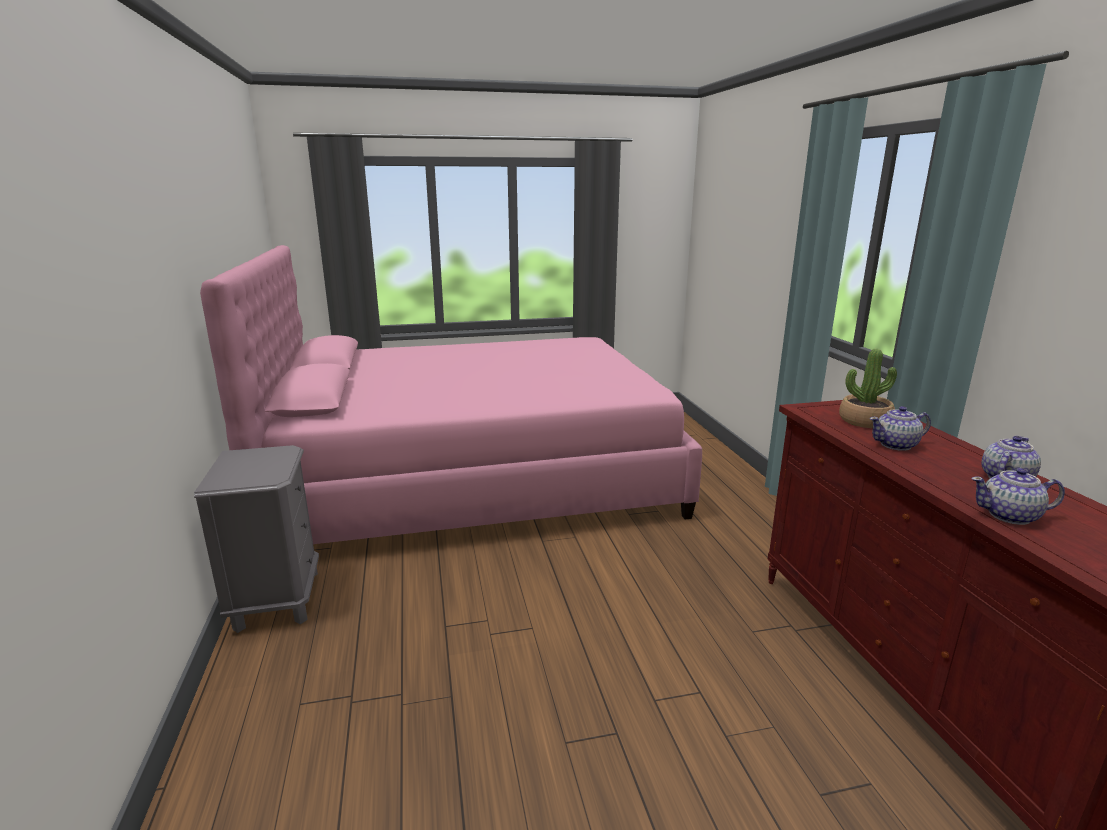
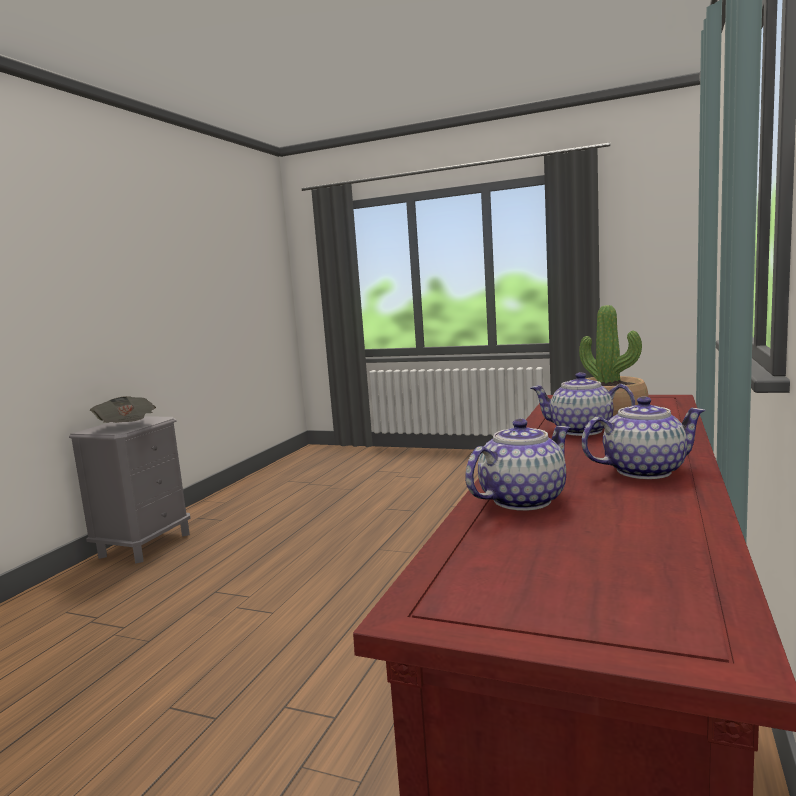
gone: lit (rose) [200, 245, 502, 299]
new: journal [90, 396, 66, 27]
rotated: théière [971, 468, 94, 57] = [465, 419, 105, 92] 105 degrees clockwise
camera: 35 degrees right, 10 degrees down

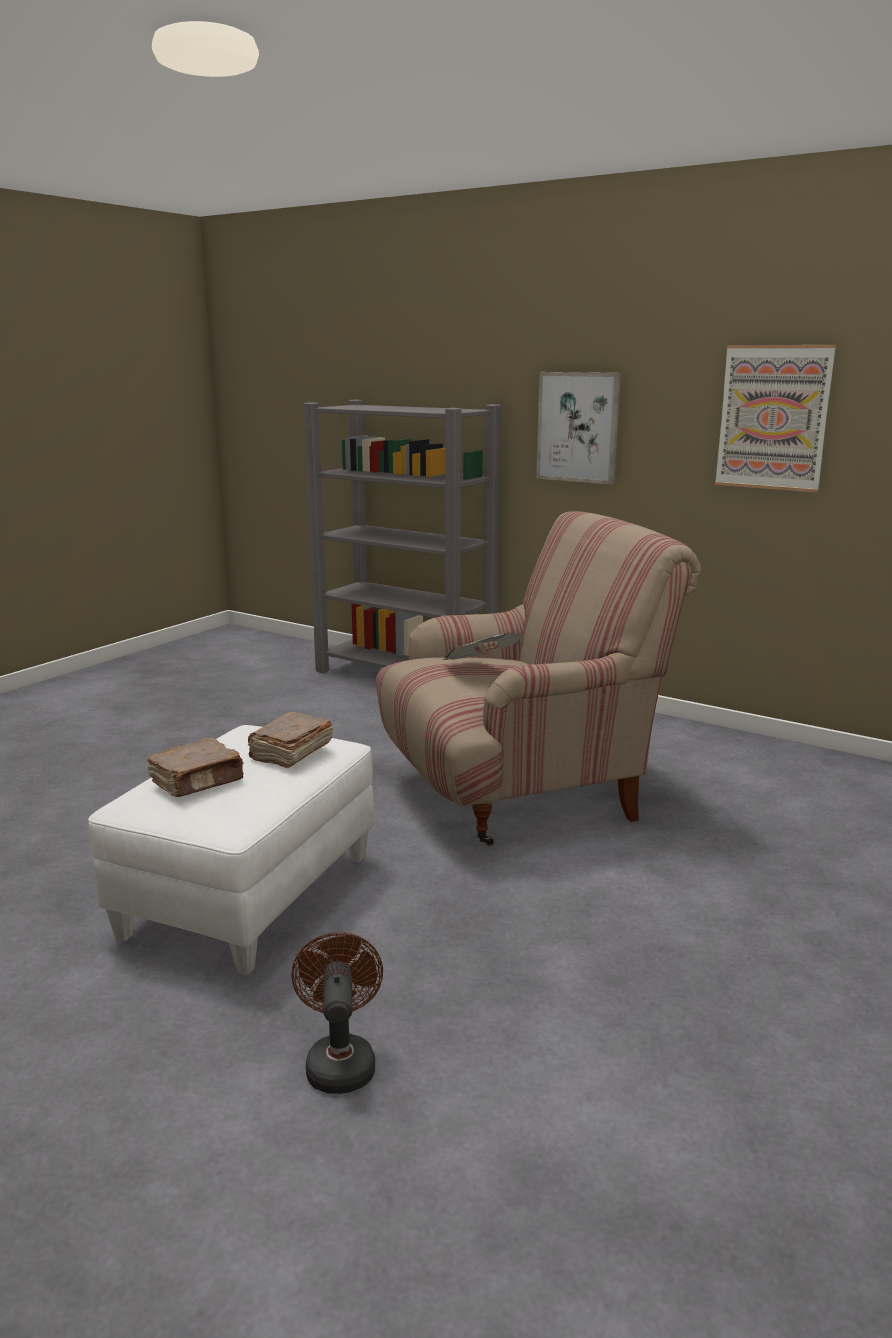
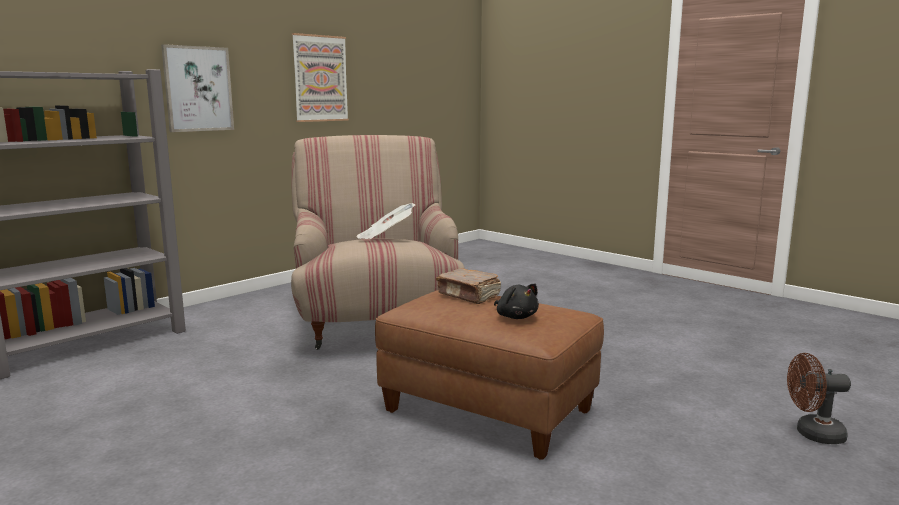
shifted: ventilateur (marron) [291, 932, 92, 162] to [787, 353, 64, 91]
swapped: livre (marron) [147, 738, 97, 59] to peluche (noir) [494, 284, 45, 35]
repainted: pouf (blanc) [88, 725, 286, 251] to pouf (marron) [375, 290, 229, 170]
camera: 80 degrees left, 5 degrees down

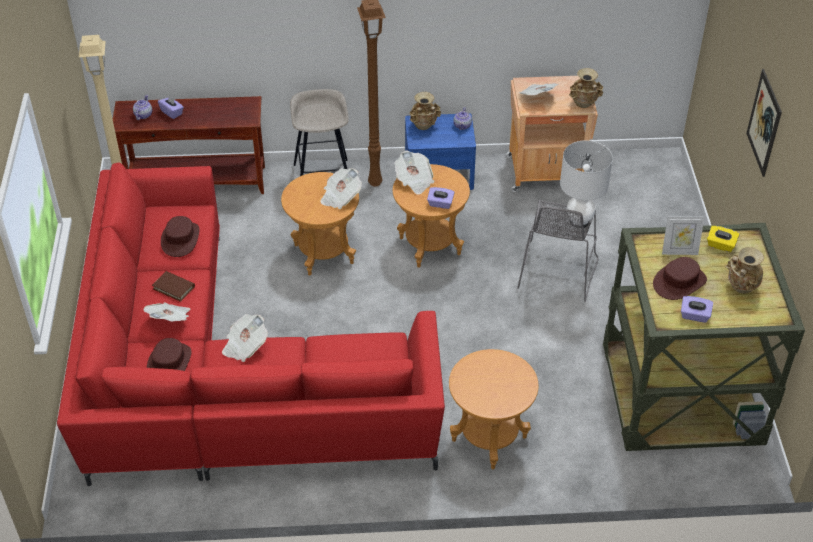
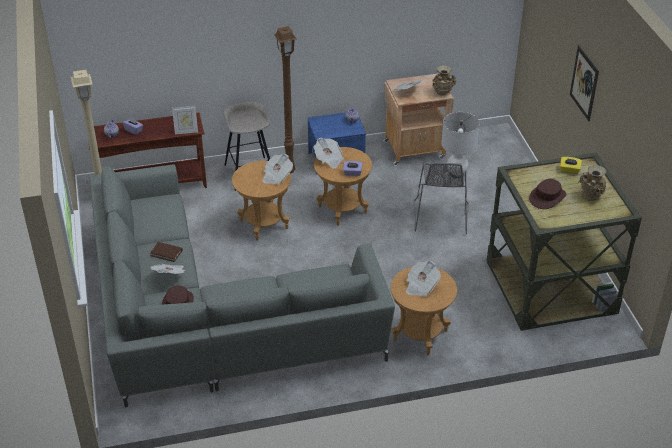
gone: chapeau (marron) [161, 216, 39, 41]; vase (beige) [410, 92, 31, 38]; boîte à mouchoirs (violet) [681, 296, 32, 27]
shifted: cadre photo [662, 216, 43, 39] to [172, 106, 26, 28]; journal [222, 314, 46, 48] to [406, 261, 35, 36]
repainted: canapé (rouge) [57, 162, 388, 324] to canapé (gris) [90, 164, 305, 244]
camera: 10 degrees left, 5 degrees down

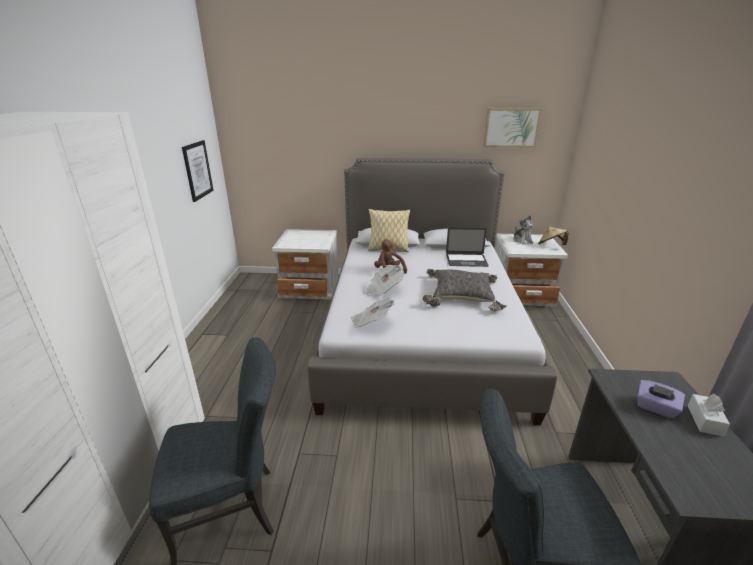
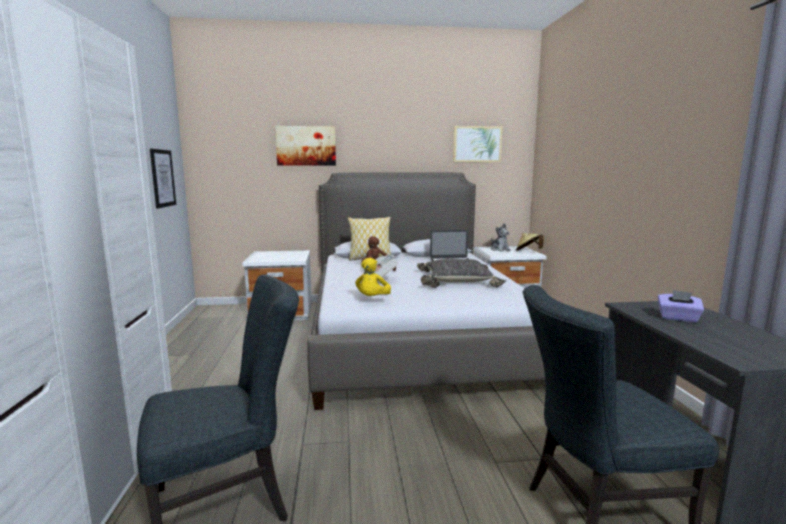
gone: boîte à mouchoirs (blanc) [688, 393, 42, 44]
new: tableau [275, 126, 61, 40]
swapped: journal [351, 298, 44, 30] to peluche (jaune) [355, 258, 36, 38]
camera: 10 degrees left, 15 degrees down

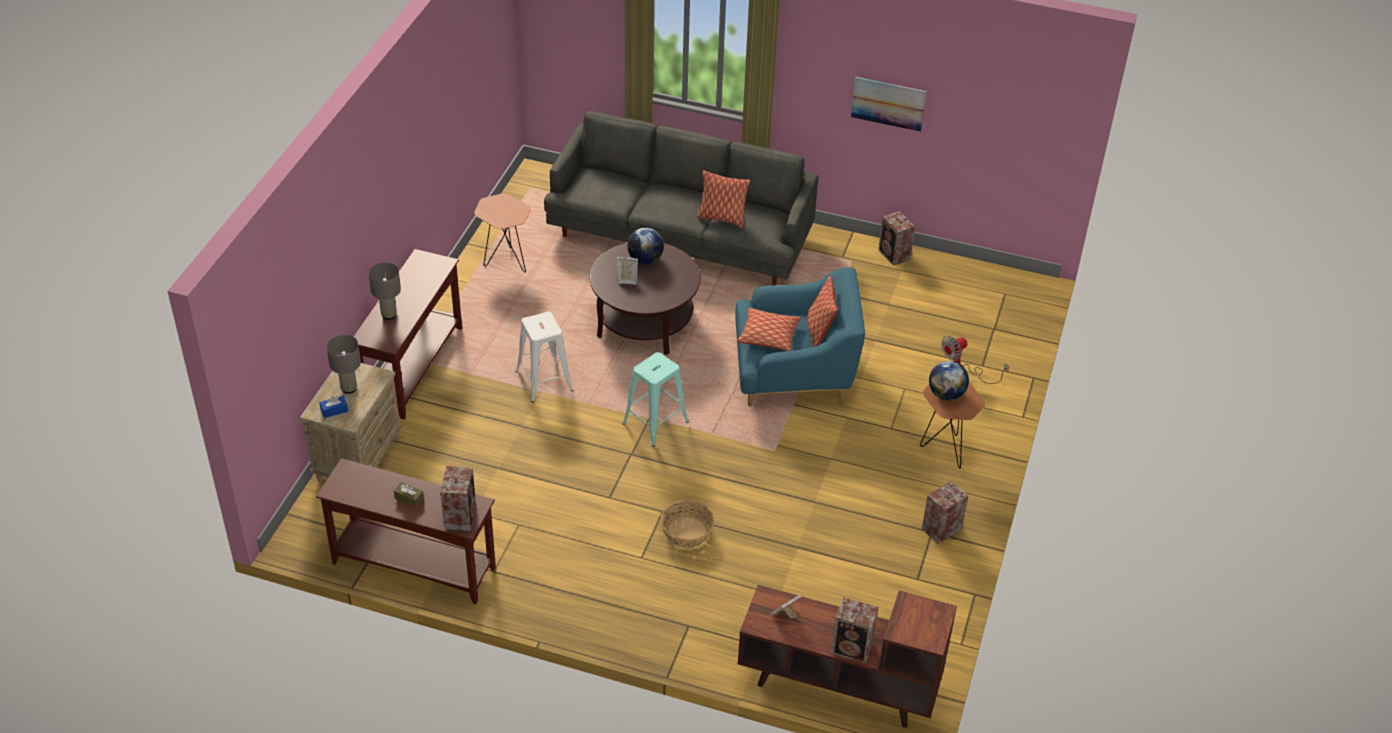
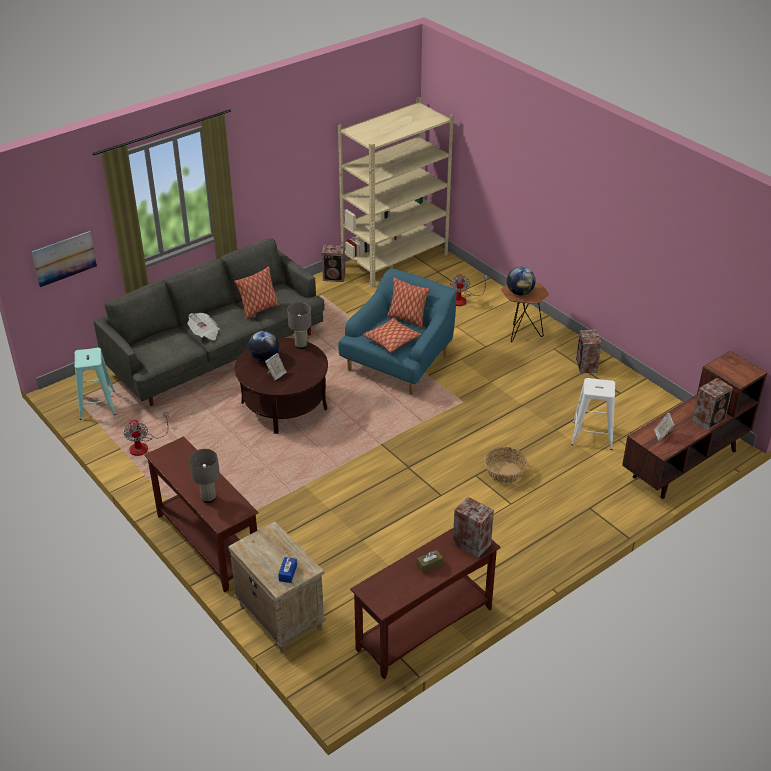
new: journal [188, 313, 32, 28]; bibliothèque (beige) [338, 97, 115, 191]
shifted: tableau [851, 77, 76, 55] to [32, 231, 65, 56]; tabouret (turquoise) [622, 352, 66, 95] to [74, 348, 42, 72]; lampe de table (gris) [327, 335, 34, 59] to [287, 303, 24, 46]; tabouret (blanc) [516, 312, 57, 90] to [571, 378, 44, 72]
swapped: table d'appoint (marron) [474, 194, 57, 79] to ventilateur [124, 412, 45, 44]
camera: 55 degrees left, 5 degrees down

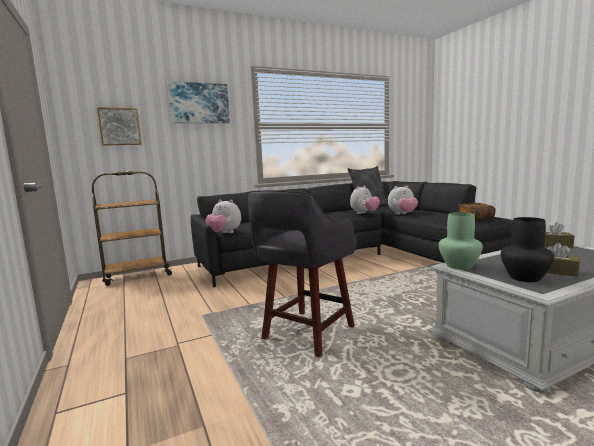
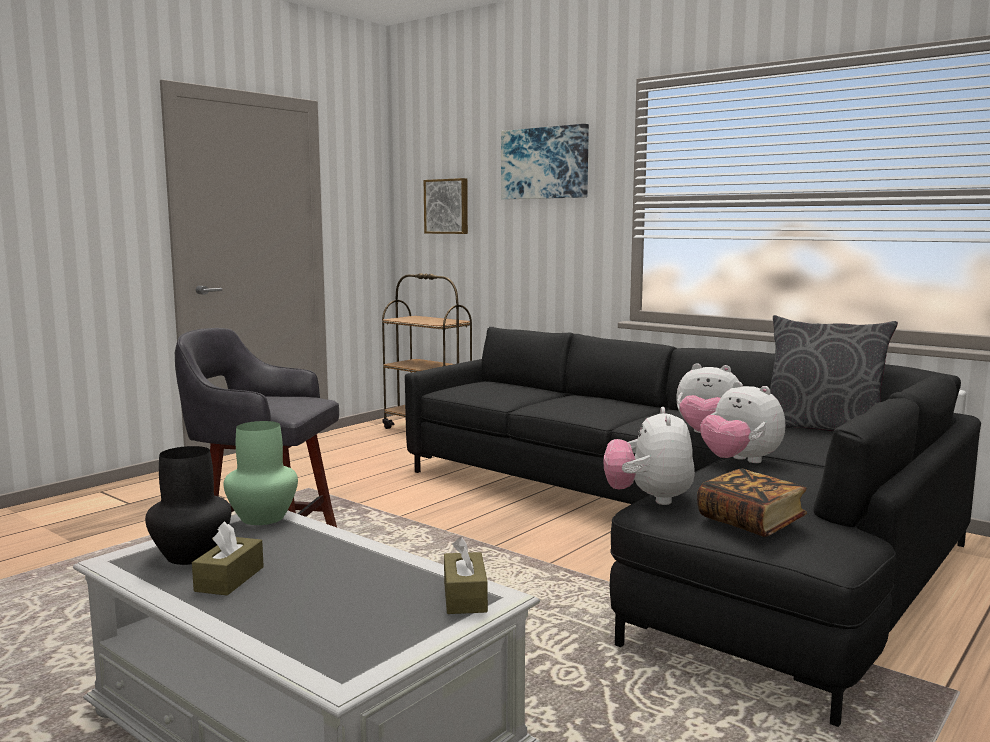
shifted: peluche [205, 200, 36, 33] to [604, 407, 91, 98]
camera: 65 degrees right, 0 degrees up

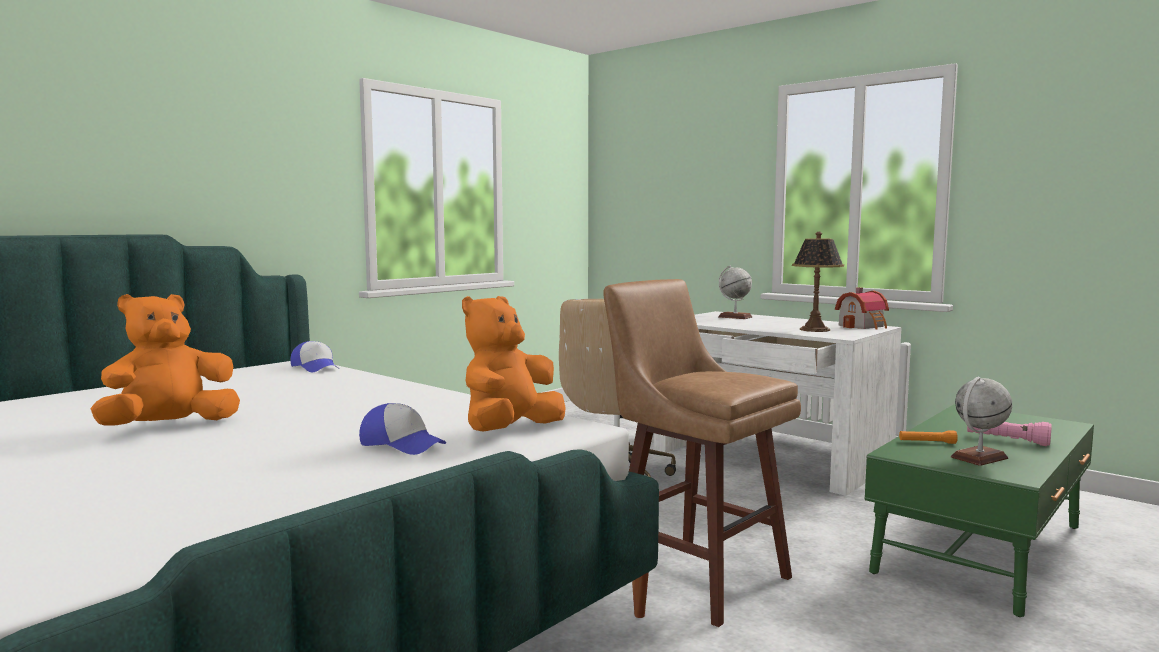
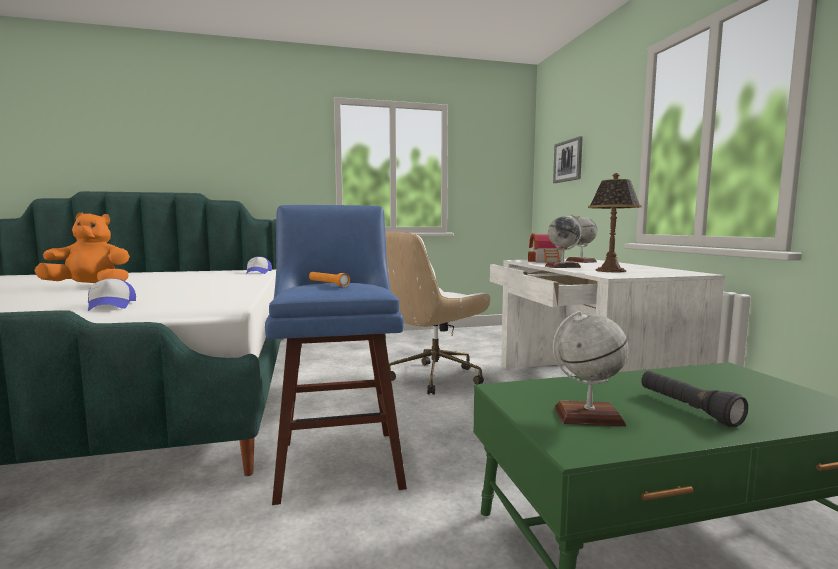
gone: peluche (orange) [462, 296, 104, 135]
new: globe [545, 214, 37, 54]; tableau [553, 136, 30, 47]
shifted: lampe de poche (orange) [899, 430, 59, 14] to [309, 272, 41, 15]; maison miniature [835, 287, 54, 43] to [528, 233, 39, 30]
repainted: tabouret (marron) [603, 279, 198, 348] to tabouret (bleu) [265, 205, 142, 300]; lampe de poche (rose) [967, 422, 85, 24] to lampe de poche (noir) [641, 371, 107, 56]
camera: 35 degrees right, 0 degrees up

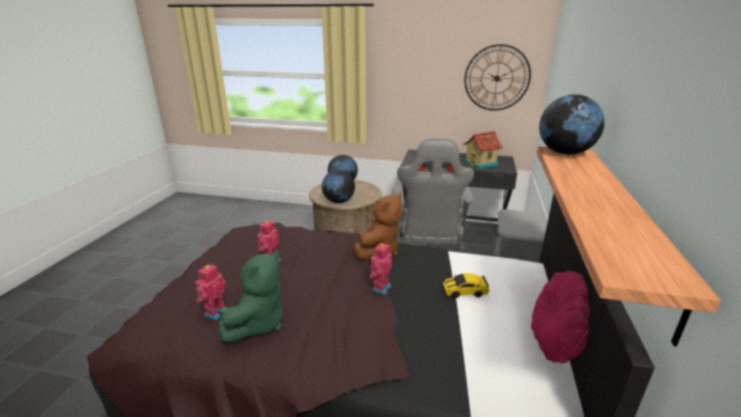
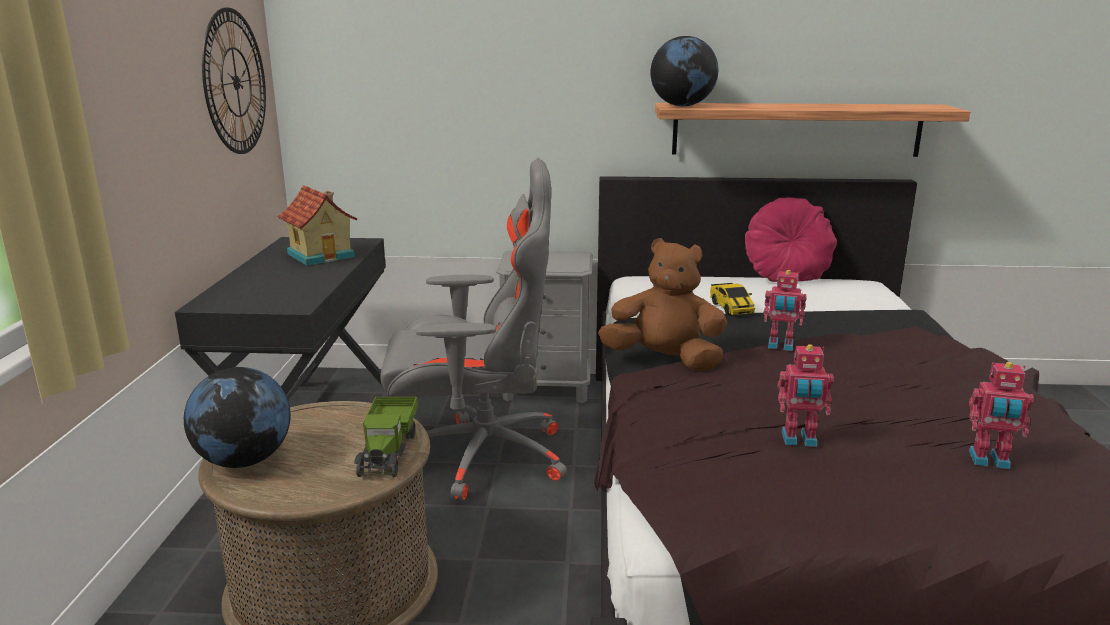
gone: peluche (vert) [218, 250, 65, 93]
swapped: globe [322, 170, 33, 33] to camion jouet [354, 397, 64, 80]
camera: 100 degrees left, 5 degrees down

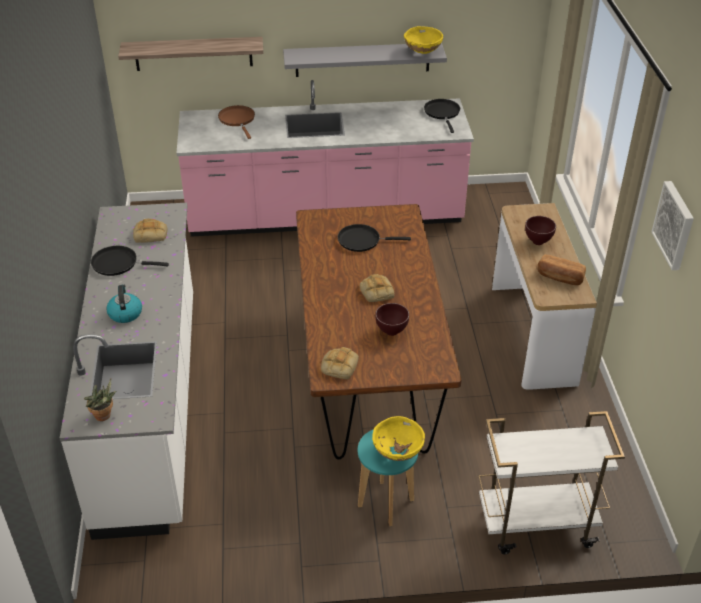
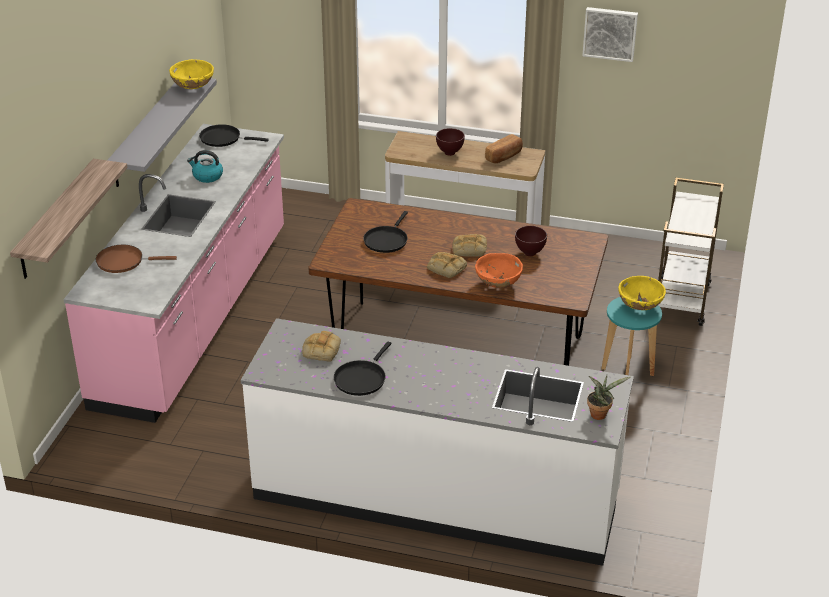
new: bol (orange) [475, 253, 48, 35]
shifted: bouilloire [106, 285, 36, 38] to [187, 150, 36, 33]; pain [321, 347, 38, 32] to [427, 252, 40, 26]
camera: 70 degrees left, 5 degrees down

